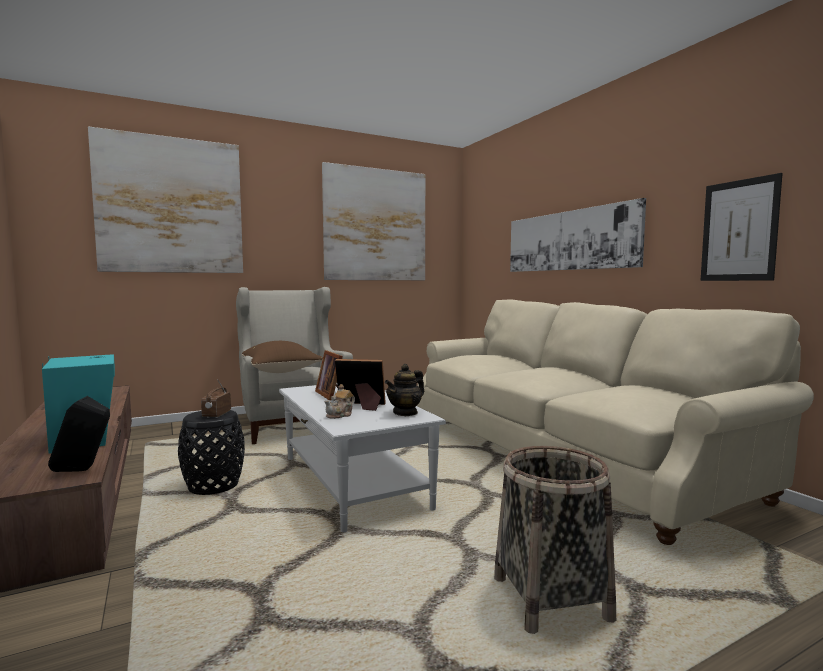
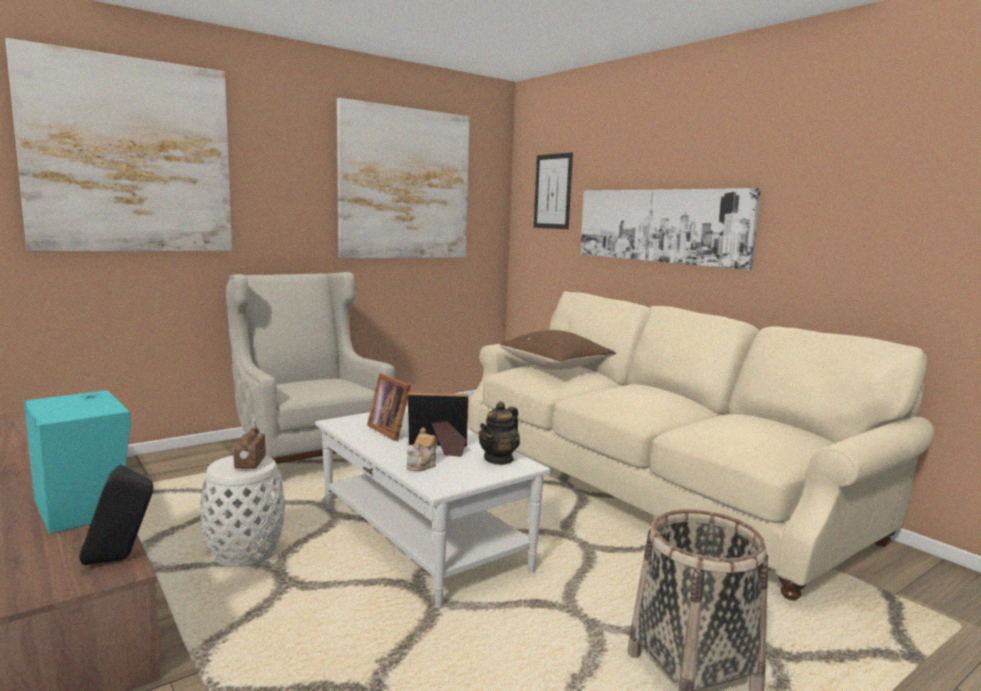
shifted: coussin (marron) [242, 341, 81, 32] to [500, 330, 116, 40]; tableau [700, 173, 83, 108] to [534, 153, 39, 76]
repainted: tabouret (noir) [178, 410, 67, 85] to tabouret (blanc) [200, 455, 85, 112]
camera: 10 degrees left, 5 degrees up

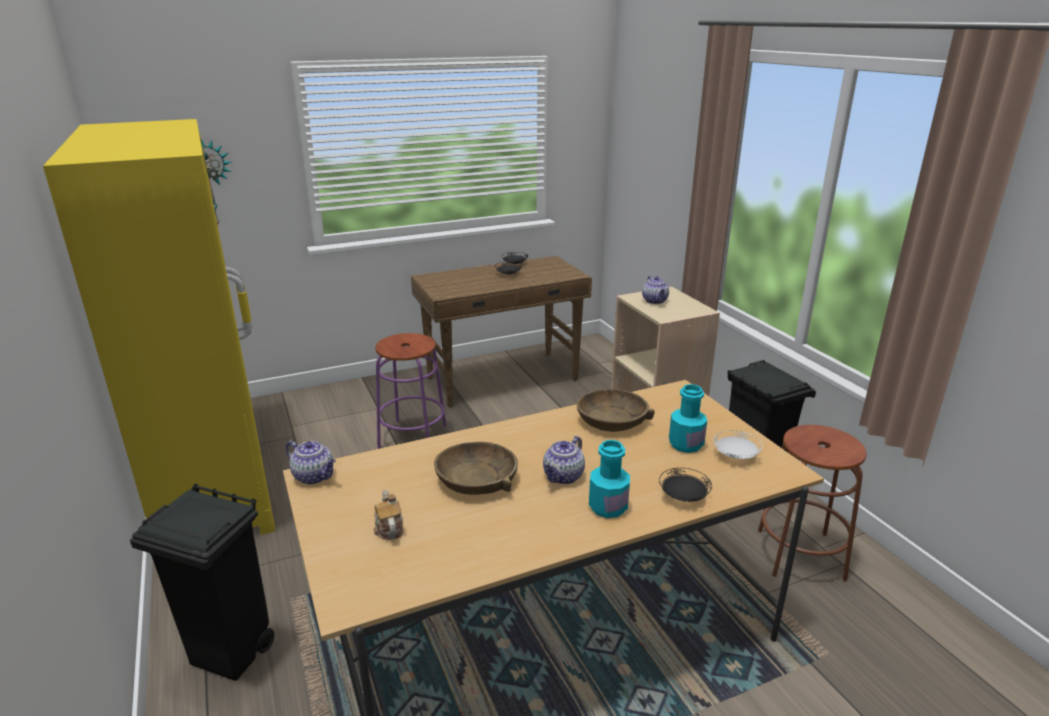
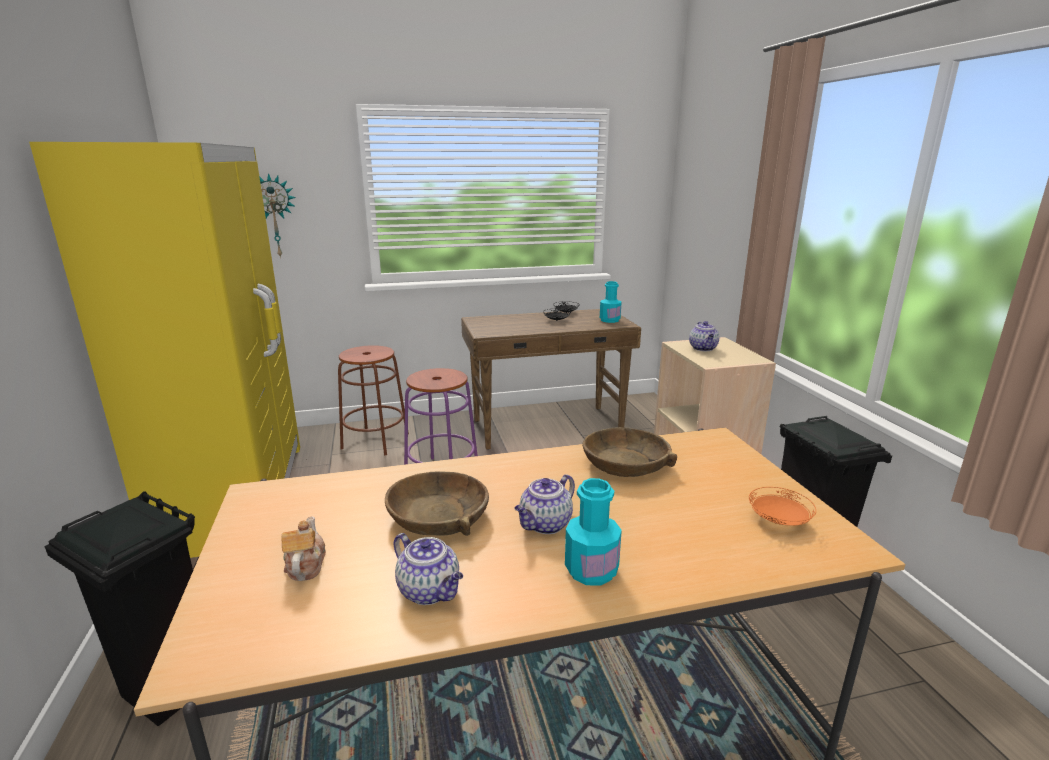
gone: assiette (noir) [659, 468, 53, 34]
shifted: tabouret (marron) [758, 425, 109, 156] to [338, 345, 71, 111]; théière [286, 441, 50, 44] to [394, 533, 69, 72]; bouteille (turquoise) [669, 384, 38, 69] to [600, 281, 22, 42]
repainted: assiette (blanc) [713, 430, 50, 29] to assiette (orange) [749, 487, 67, 39]
camera: 10 degrees right, 5 degrees down

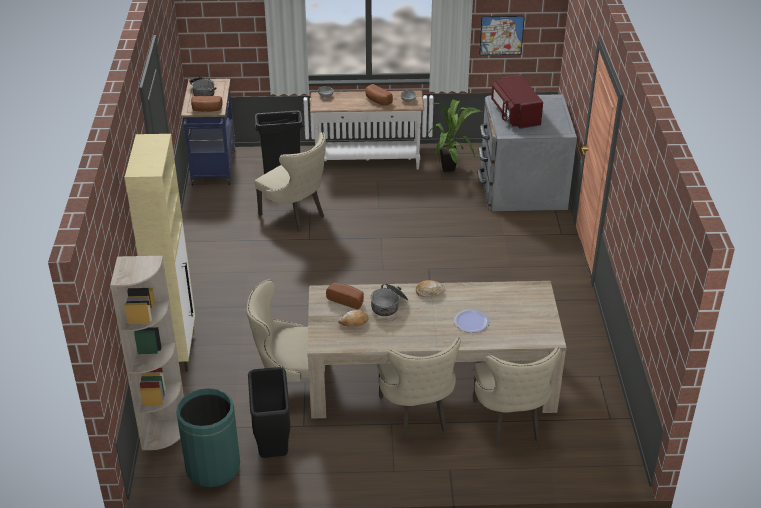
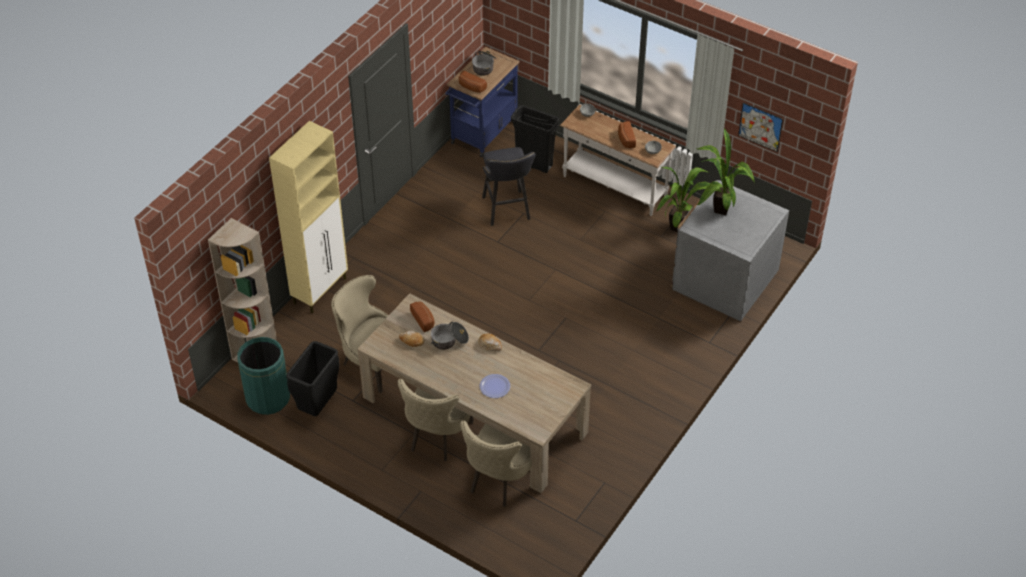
swapped: chaise (beige) [255, 132, 71, 100] to tabouret (noir) [482, 147, 54, 79]; micro-ondes (rouge) [491, 74, 52, 55] to plante en pot [696, 129, 58, 86]
camera: 35 degrees right, 10 degrees up

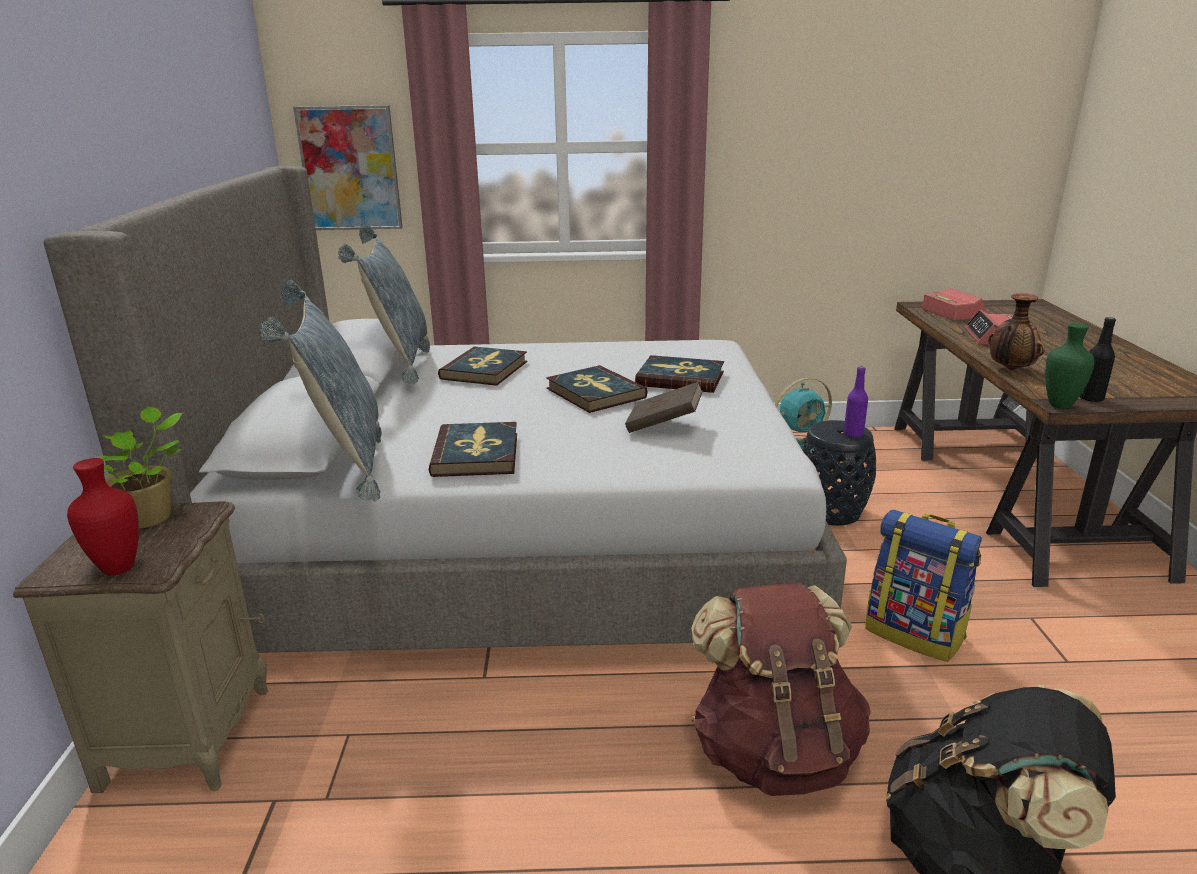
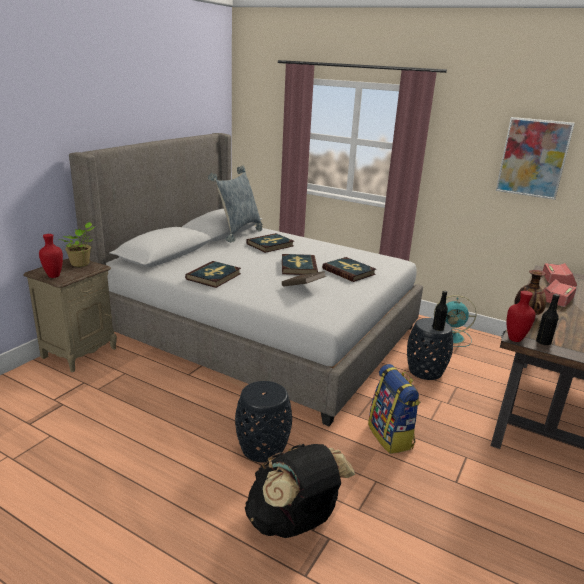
gone: coussin [261, 279, 121, 223]
shifted: tableau [293, 105, 110, 125] to [496, 117, 79, 83]
swapped: sac à dos (marron) [691, 582, 180, 214] to tabouret (noir) [235, 381, 57, 81]
repainted: bouteille (violet) [844, 367, 24, 71] to bouteille (noir) [433, 291, 15, 40]; vase (vert) [1045, 323, 50, 86] to vase (rouge) [507, 291, 29, 51]
camera: 30 degrees right, 0 degrees up

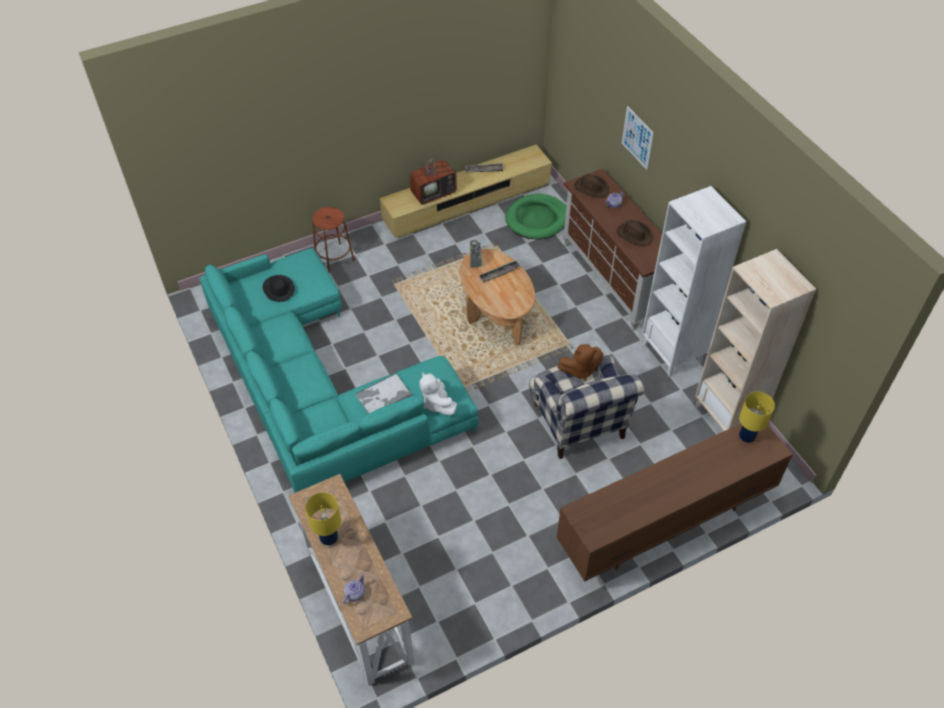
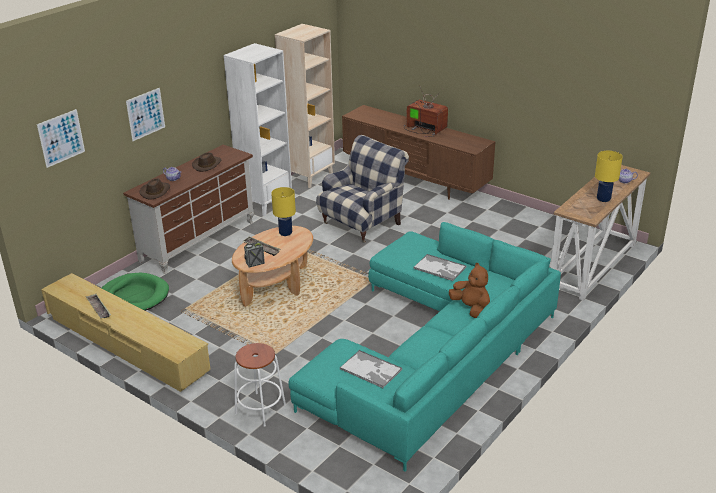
gone: peluche (blanc) [420, 372, 37, 43]
new: tableau [37, 109, 48, 59]
shifted: lampe de table (jaune) [739, 392, 36, 51] to [271, 187, 25, 49]; téléviseur [409, 146, 48, 59] to [404, 85, 44, 52]; peluche (marron) [557, 344, 47, 37] to [449, 263, 41, 55]
swapped: chapeau (noir) [262, 275, 33, 27] to plateau [340, 350, 62, 38]
repainted: tabouret (marron) [312, 207, 43, 66] to tabouret (blanc) [234, 343, 52, 84]
camera: 115 degrees left, 20 degrees down

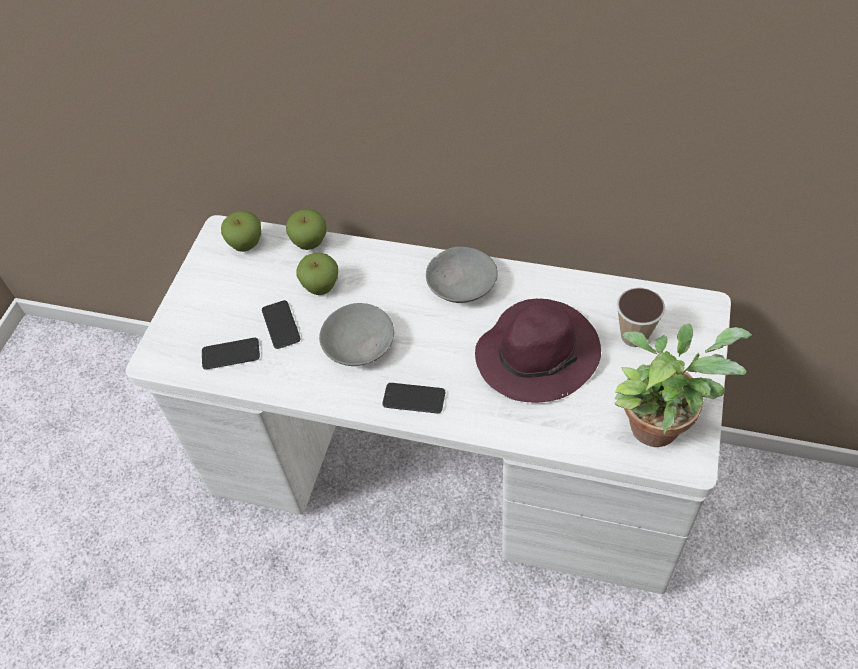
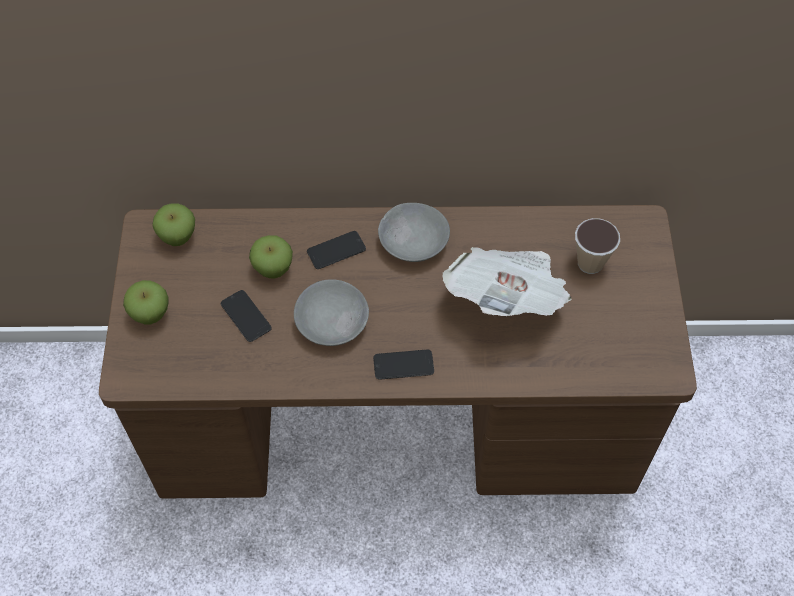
gone: plante en pot [614, 324, 138, 123]
shifted: pomme [286, 209, 40, 41] to [123, 280, 45, 45]; téléphone [202, 338, 58, 32] to [307, 231, 59, 38]
swapped: chapeau (violet) [475, 299, 126, 103] to journal [442, 247, 130, 69]
repainted: bureau (blanc) [126, 215, 605, 379] to bureau (marron) [99, 205, 598, 294]
camera: 20 degrees left, 5 degrees up

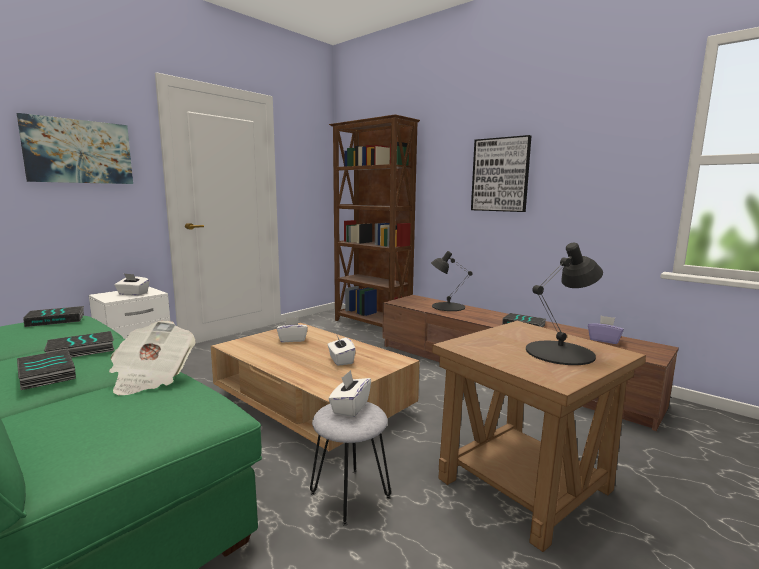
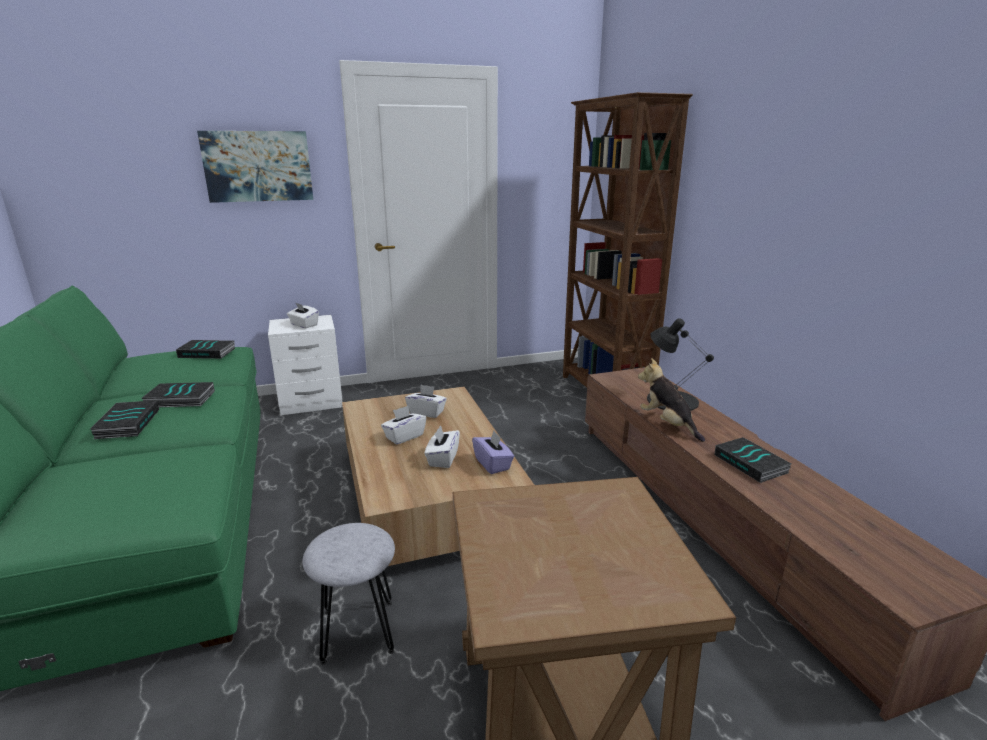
gone: journal [109, 321, 86, 74]; tableau [471, 135, 60, 77]; lampe de table (noir) [526, 243, 77, 122]
new: peluche [638, 358, 67, 84]
shifted: boîte à mouchoirs (blanc) [328, 370, 43, 47] to [381, 406, 45, 39]; boîte à mouchoirs (violet) [588, 316, 36, 28] to [472, 431, 42, 43]
camera: 30 degrees right, 10 degrees up

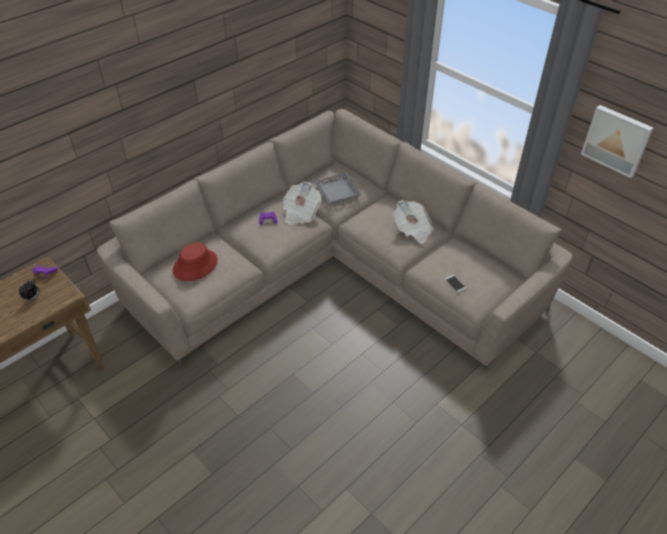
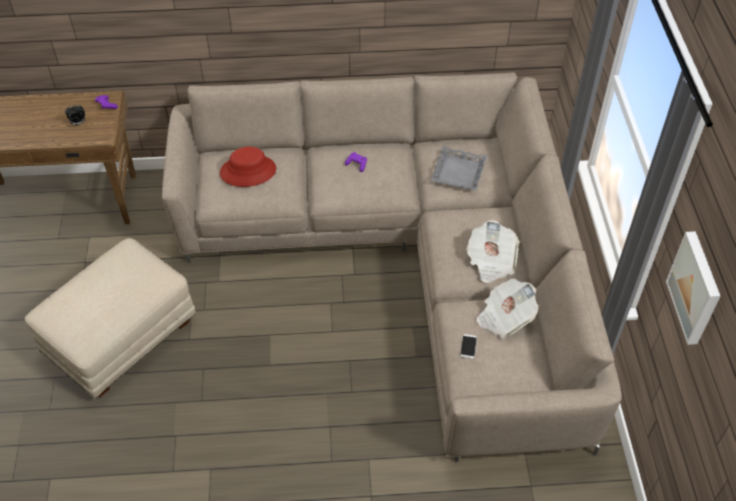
new: pouf (beige) [25, 238, 170, 161]
shifted: journal [283, 182, 39, 42] to [476, 279, 62, 60]
camera: 40 degrees right, 5 degrees up

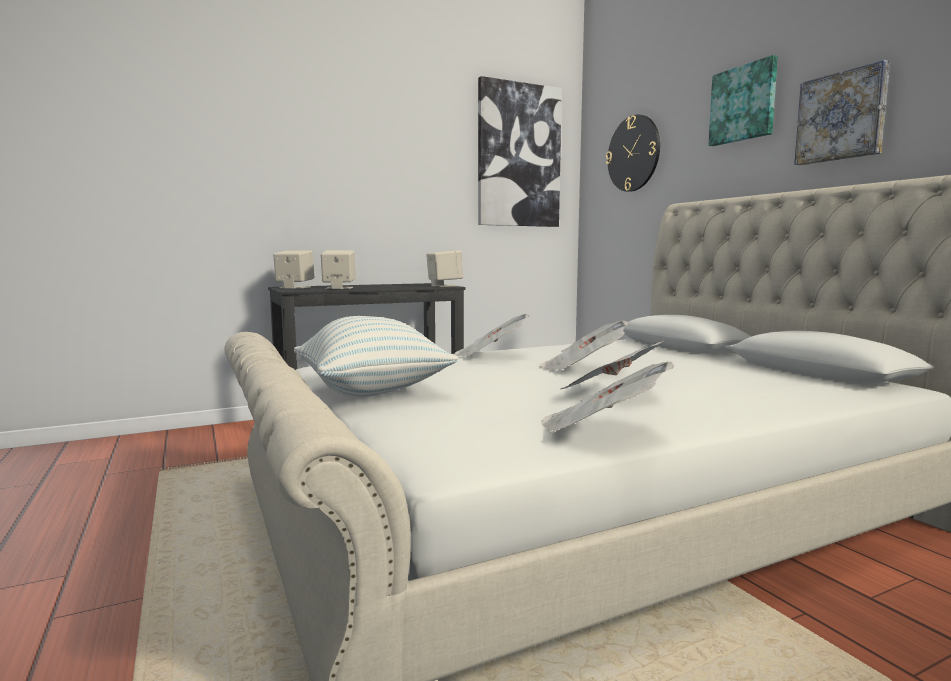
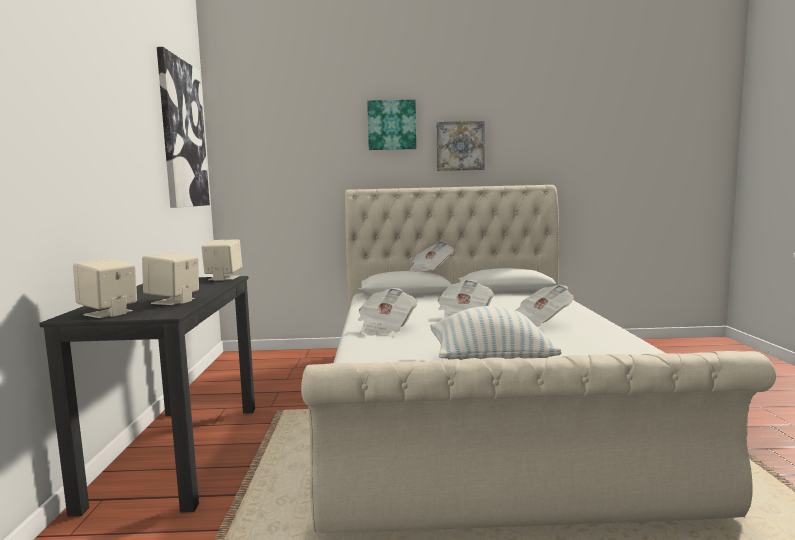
gone: horloge murale [606, 115, 54, 77]
shifted: journal [541, 362, 133, 72] to [409, 242, 45, 30]
camera: 65 degrees left, 0 degrees up

